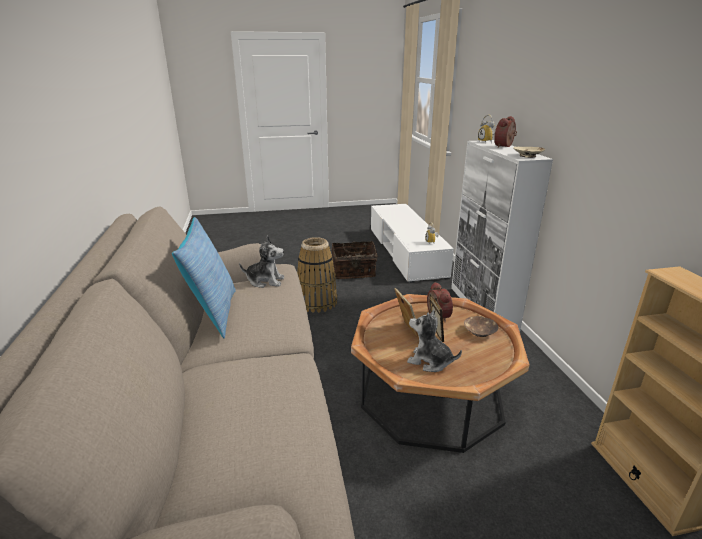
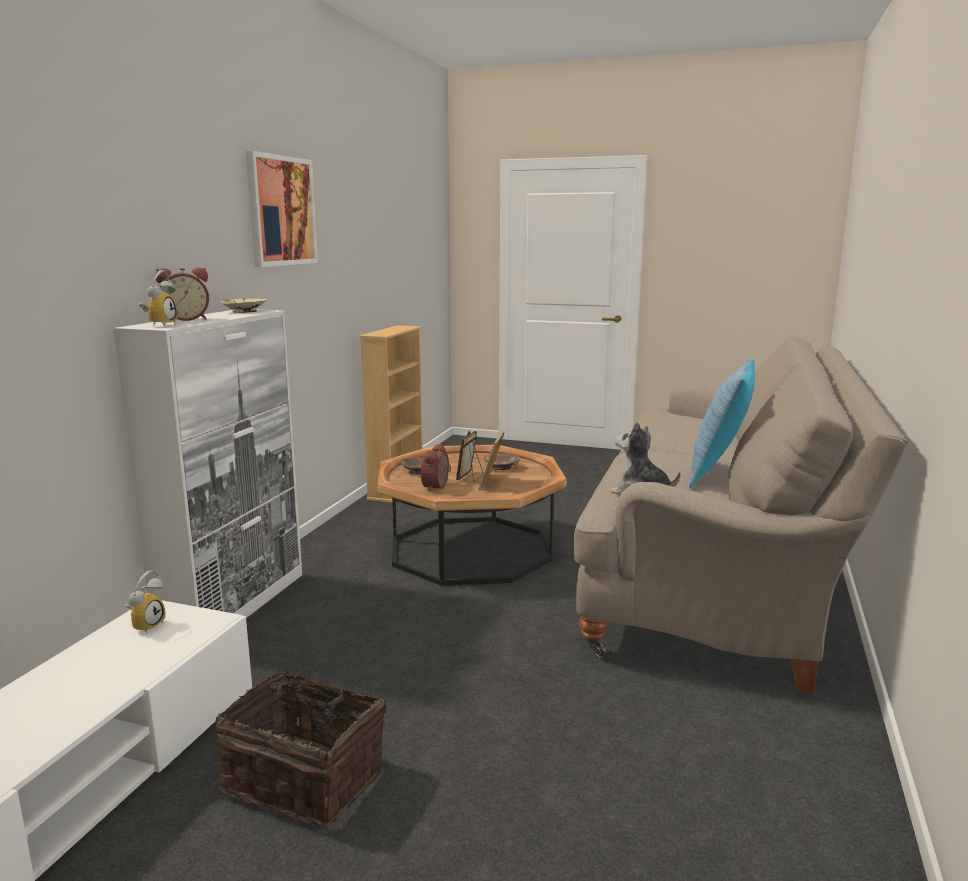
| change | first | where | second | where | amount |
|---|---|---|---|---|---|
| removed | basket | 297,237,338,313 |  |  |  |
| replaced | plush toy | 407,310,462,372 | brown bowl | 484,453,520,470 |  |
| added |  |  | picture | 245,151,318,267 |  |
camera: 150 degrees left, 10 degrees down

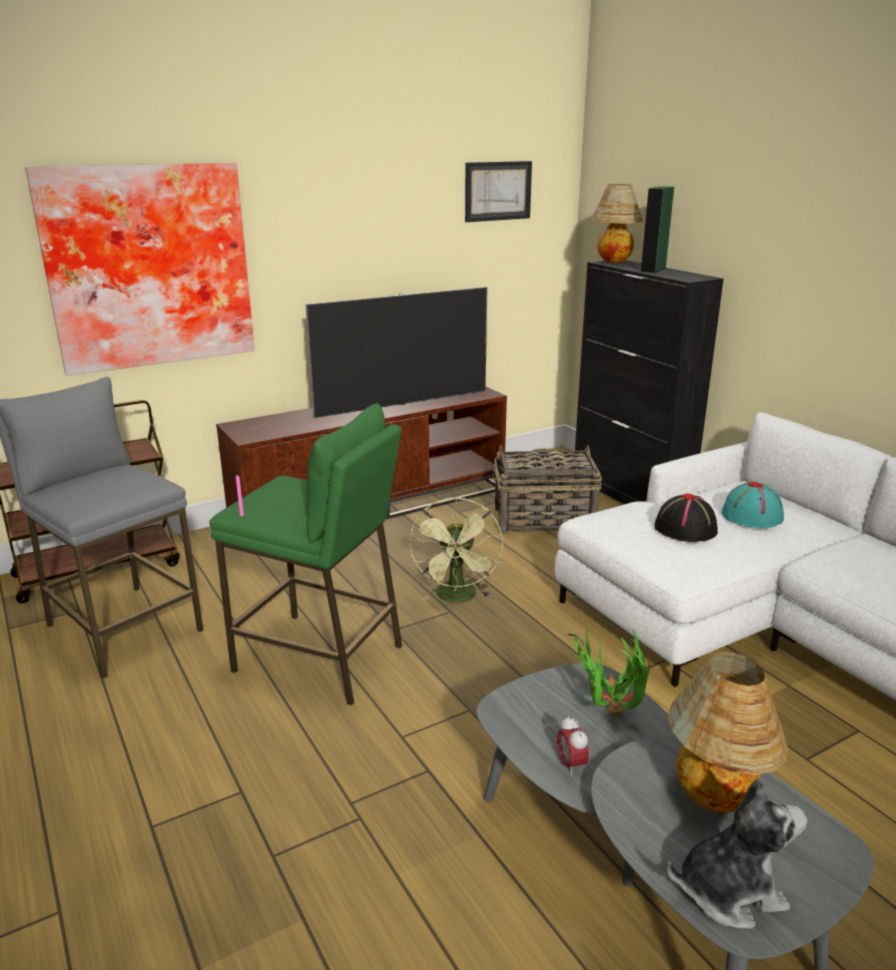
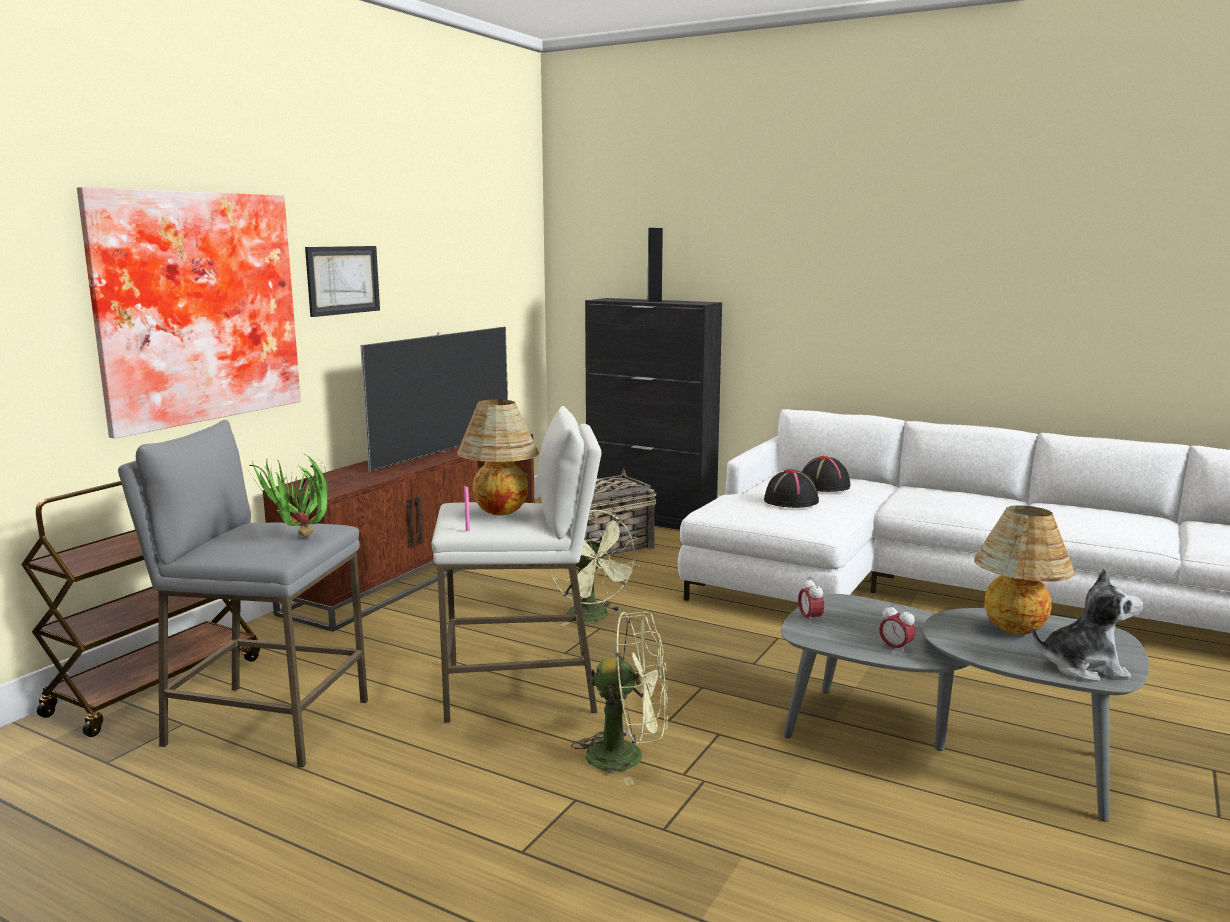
| change | first | where | second | where | amount |
|---|---|---|---|---|---|
| moved | picture | 465,161,532,222 |  | 305,246,380,317 |  |
| moved | table lamp | 591,184,643,264 |  | 457,399,539,516 |  |
| recoloured | green stool | 209,403,402,705 | white stool | 432,406,602,723 |  |
| recoloured | turquoise hat | 721,482,784,528 | black hat | 802,456,851,492 |  |
| moved | potted plant | 566,627,650,717 |  | 248,455,328,537 |  |
| turned | plush toy | 667,778,807,929 |  | 1031,569,1143,682 | 45 degrees clockwise |
| added |  |  | alarm clock | 798,577,824,624 |  |
| added |  |  | green fan | 571,612,669,786 |  |
camera: 30 degrees left, 10 degrees down

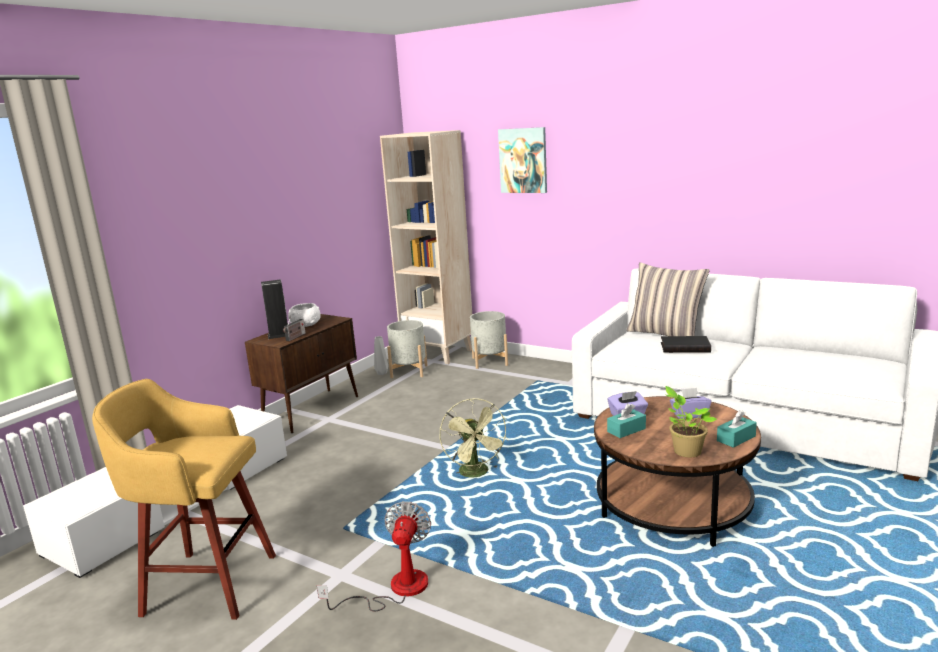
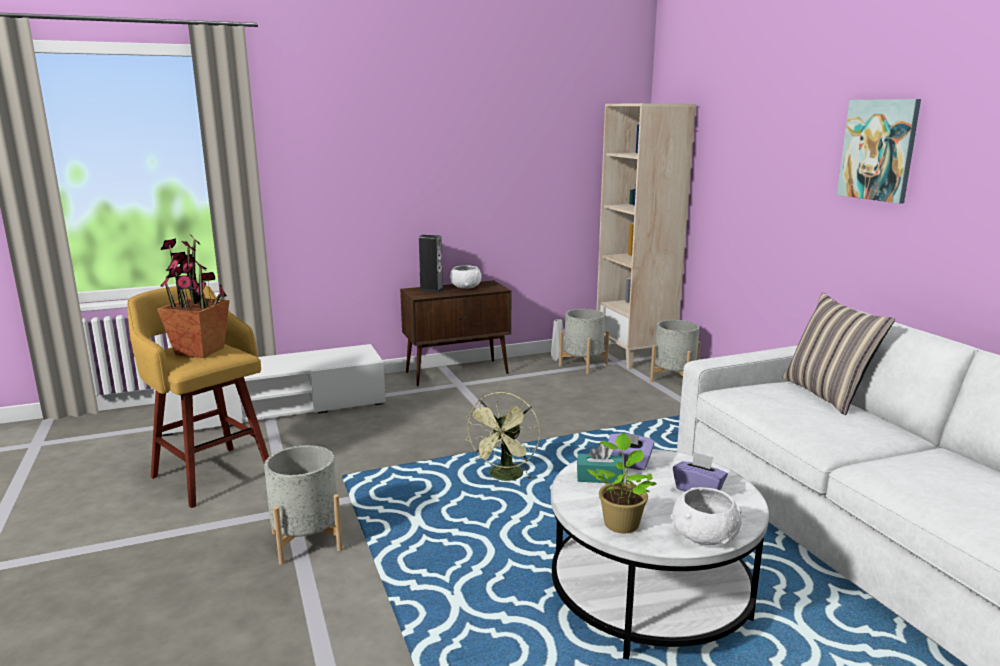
| change | first | where | second | where | amount |
|---|---|---|---|---|---|
| moved | picture | 498,127,547,193 |  | 837,99,921,204 |  |
| removed | radio | 283,316,306,341 |  |  |  |
| removed | black book | 661,336,711,353 |  |  |  |
| recoloured | brown coffee table | 594,396,761,547 | white coffee table | 551,449,769,659 |  |
| replaced | turquoise tissue box | 717,410,757,448 | white bowl | 671,487,742,545 |  |
| replaced | fan | 317,501,431,612 | grey planter | 264,445,343,565 |  |
| added |  |  | potted plant | 157,234,230,358 |  |
camera: 35 degrees right, 0 degrees up

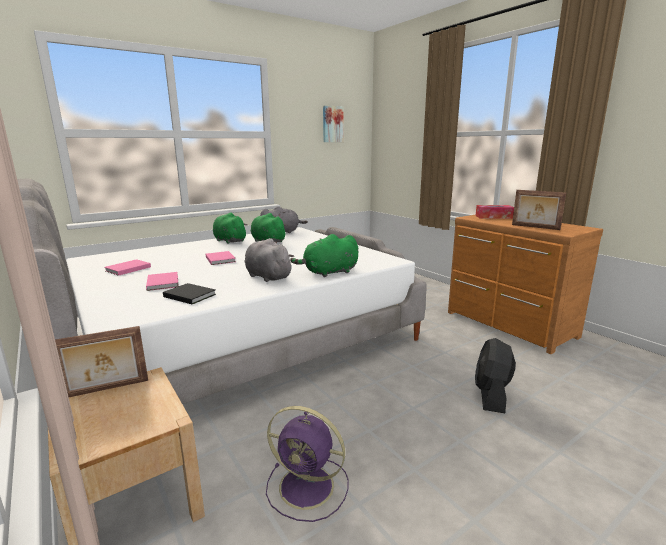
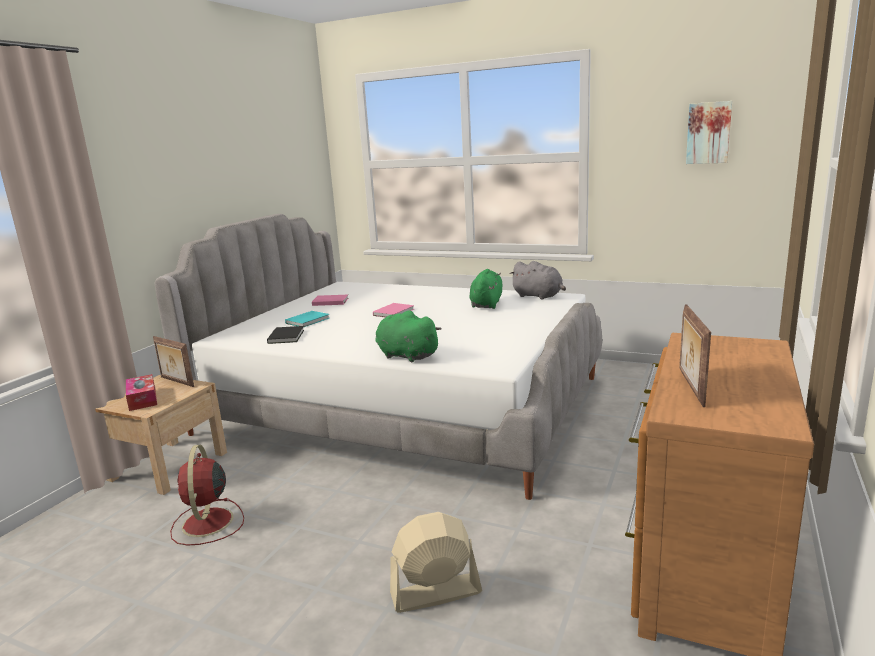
| change | first | where | second | where | amount |
|---|---|---|---|---|---|
| moved | tissue box | 475,205,514,219 |  | 126,374,157,411 |  |
| removed | green plush toy | 213,213,248,244 |  |  |  |
| removed | grey plush toy | 245,238,294,282 |  |  |  |
| recoloured | pink book | 146,272,178,291 | turquoise book | 285,311,329,327 |  |
| recoloured | black fan | 475,338,516,413 | beige fan | 390,512,482,613 |  |
| recoloured | purple fan | 266,406,349,522 | red fan | 170,445,244,546 |  |
camera: 60 degrees right, 0 degrees up

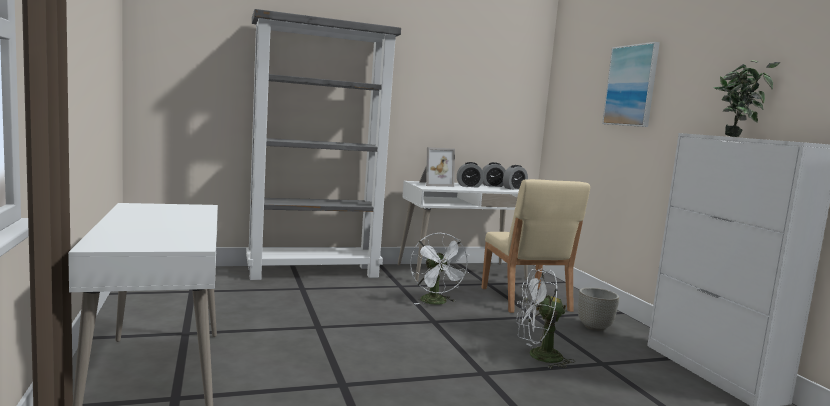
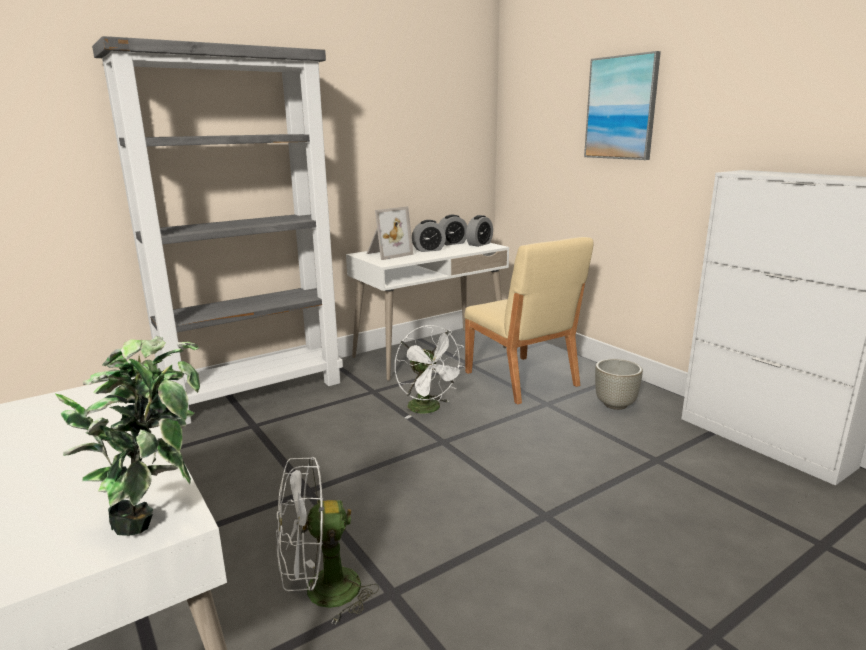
| change | first | where | second | where | amount |
|---|---|---|---|---|---|
| moved | potted plant | 713,60,780,137 |  | 55,336,200,536 |  |
| moved | white fan | 516,269,575,369 |  | 276,457,379,625 |  |
camera: 15 degrees left, 10 degrees up

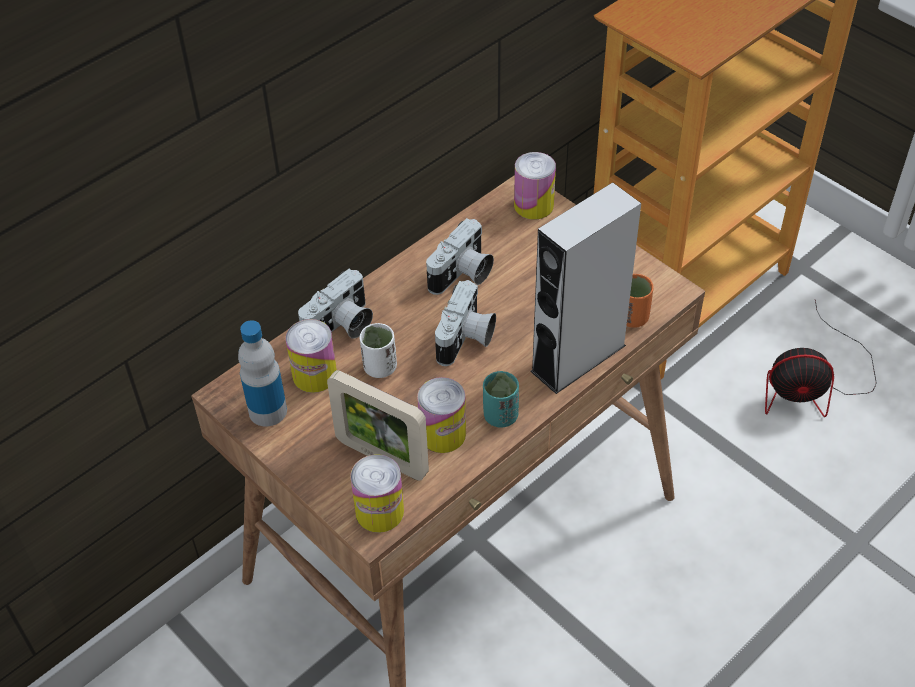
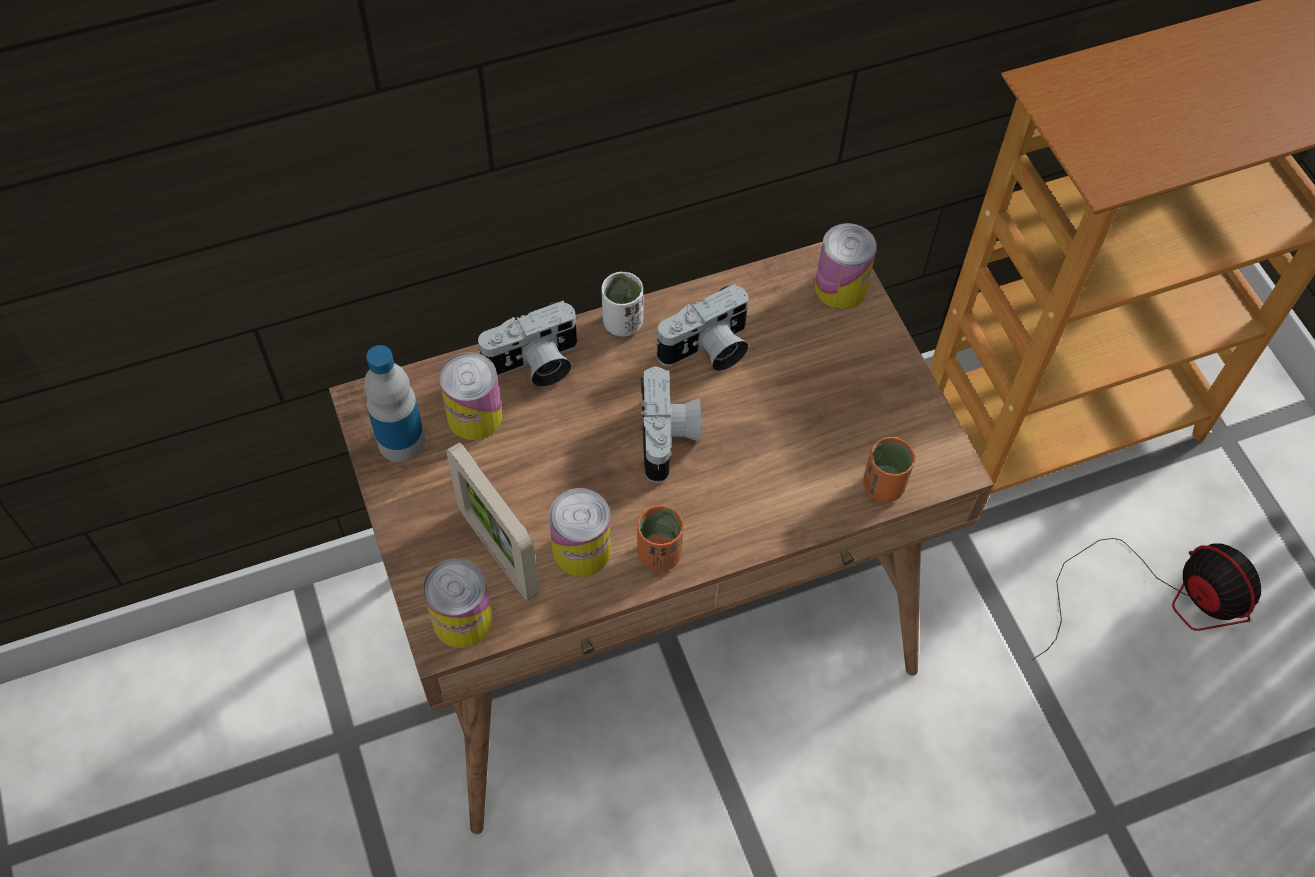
| change | first | where | second | where | amount |
|---|---|---|---|---|---|
| removed | grey speaker | 530,182,641,394 |  |  |  |
| turned | photo camera | 435,280,496,366 |  | 641,366,701,483 | 45 degrees counterclockwise |
| turned | fan | 765,299,877,417 |  | 1032,538,1261,660 | 150 degrees counterclockwise |
| moved | white cup | 360,323,397,378 |  | 601,272,643,337 |  |
| recoloured | turquoise cup | 483,371,519,427 | orange cup | 637,505,684,572 |  |
camera: 20 degrees right, 10 degrees up

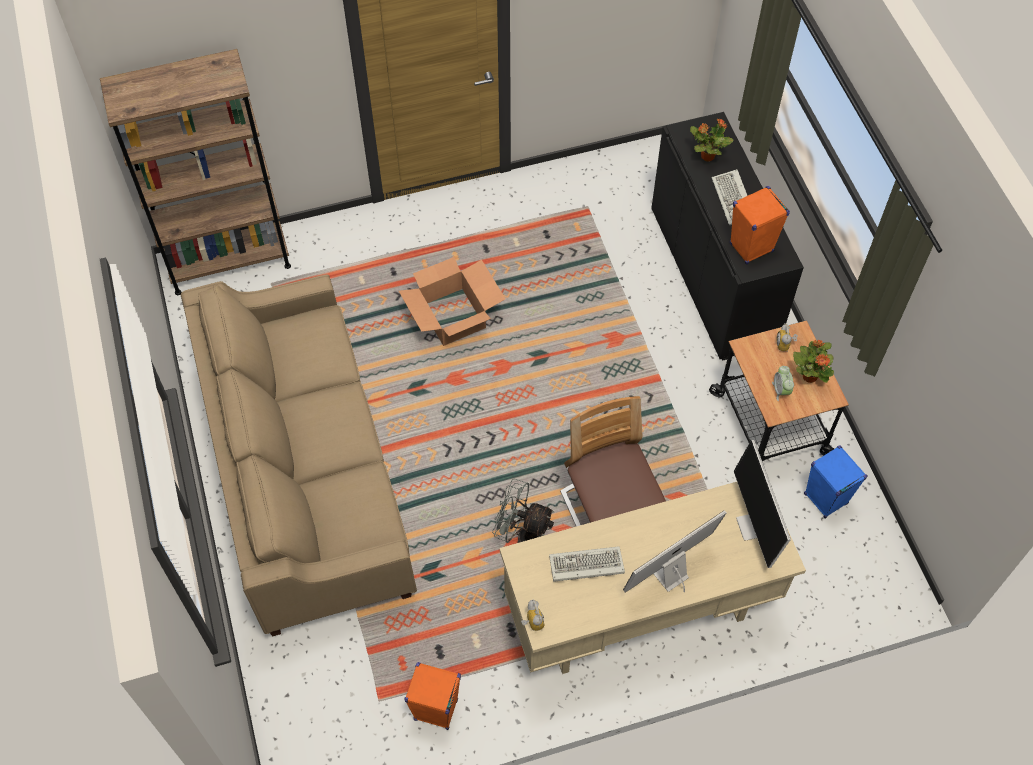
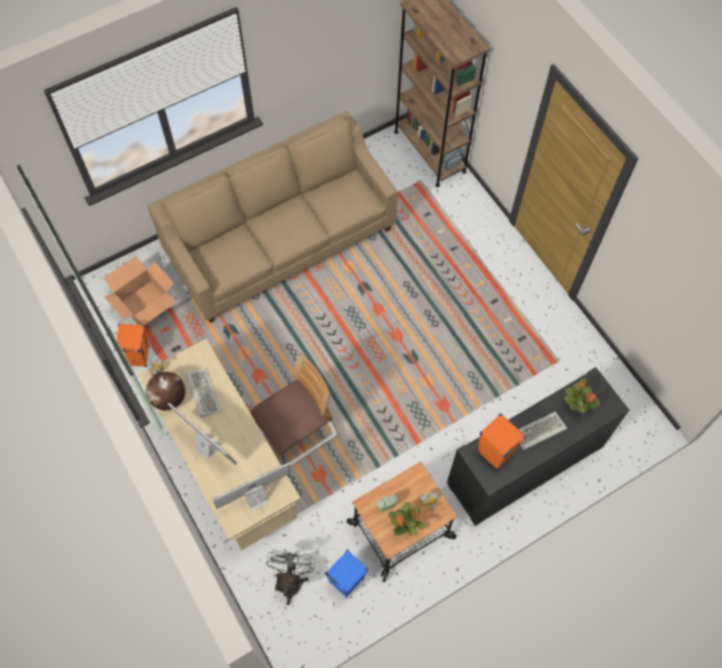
| change | first | where | second | where | amount |
|---|---|---|---|---|---|
| moved | cardboard box | 399,257,506,346 |  | 103,256,176,325 |  |
| moved | grey fan | 492,479,554,543 |  | 266,549,315,605 |  |
| added |  |  | globe | 146,372,185,411 |  |
camera: 75 degrees right, 5 degrees up

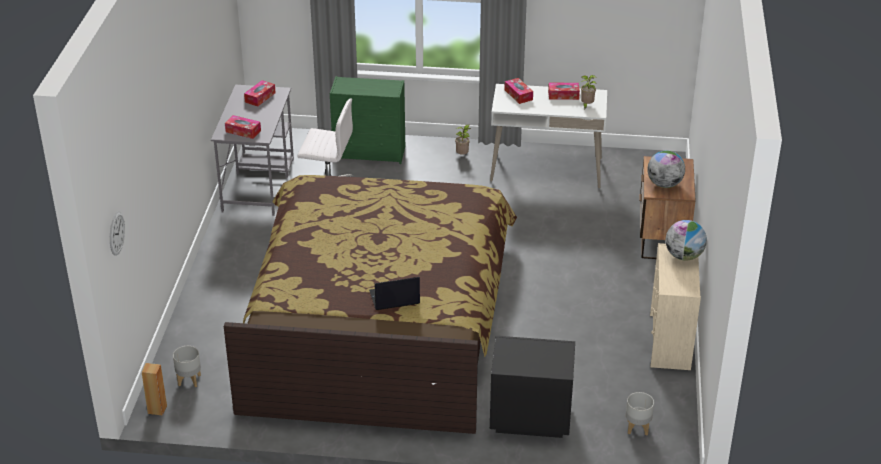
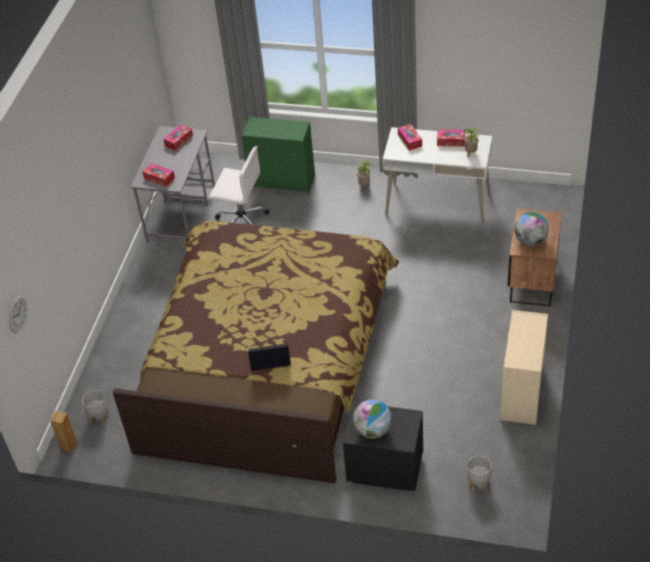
| change | first | where | second | where | amount |
|---|---|---|---|---|---|
| moved | globe | 666,220,707,261 |  | 353,399,392,438 |  |
camera: 10 degrees right, 10 degrees up

